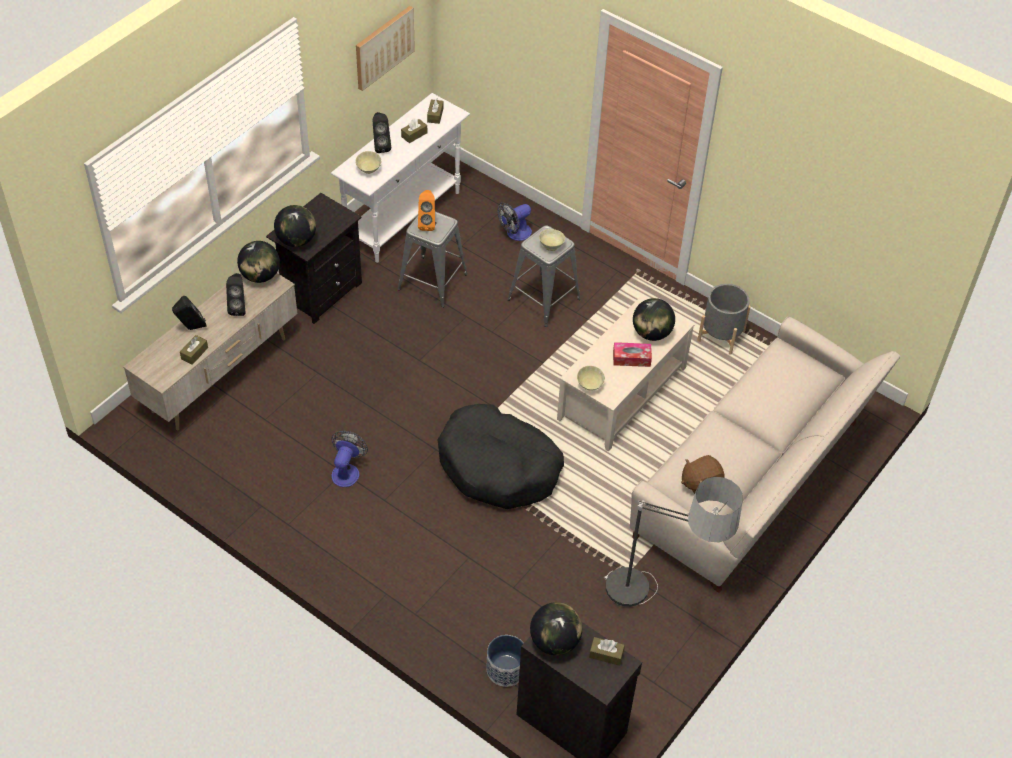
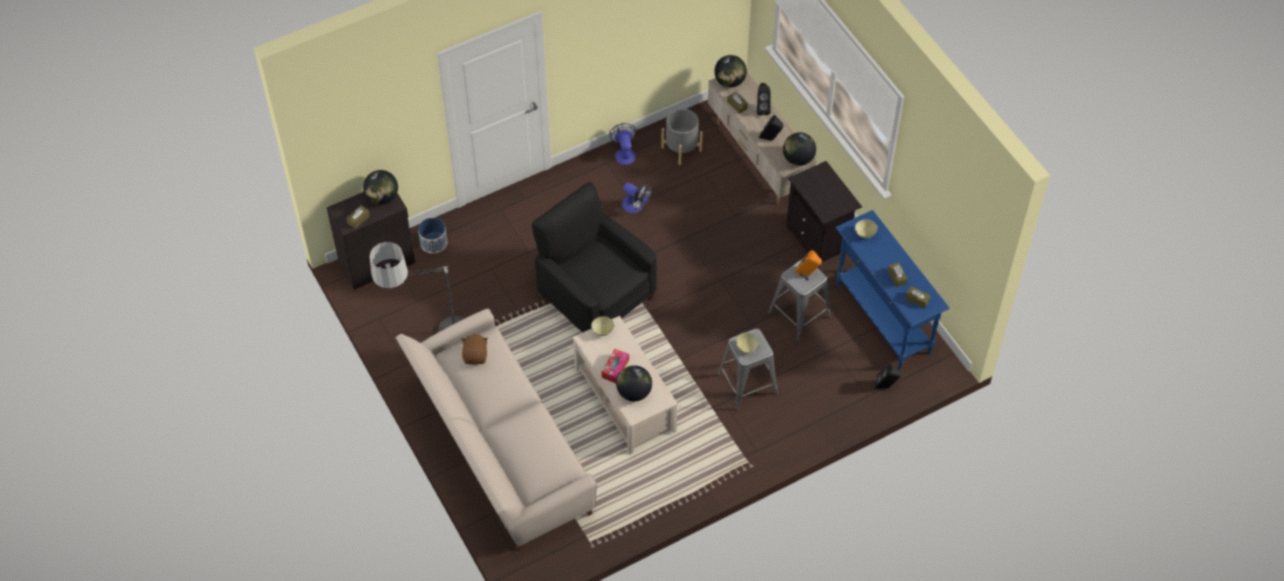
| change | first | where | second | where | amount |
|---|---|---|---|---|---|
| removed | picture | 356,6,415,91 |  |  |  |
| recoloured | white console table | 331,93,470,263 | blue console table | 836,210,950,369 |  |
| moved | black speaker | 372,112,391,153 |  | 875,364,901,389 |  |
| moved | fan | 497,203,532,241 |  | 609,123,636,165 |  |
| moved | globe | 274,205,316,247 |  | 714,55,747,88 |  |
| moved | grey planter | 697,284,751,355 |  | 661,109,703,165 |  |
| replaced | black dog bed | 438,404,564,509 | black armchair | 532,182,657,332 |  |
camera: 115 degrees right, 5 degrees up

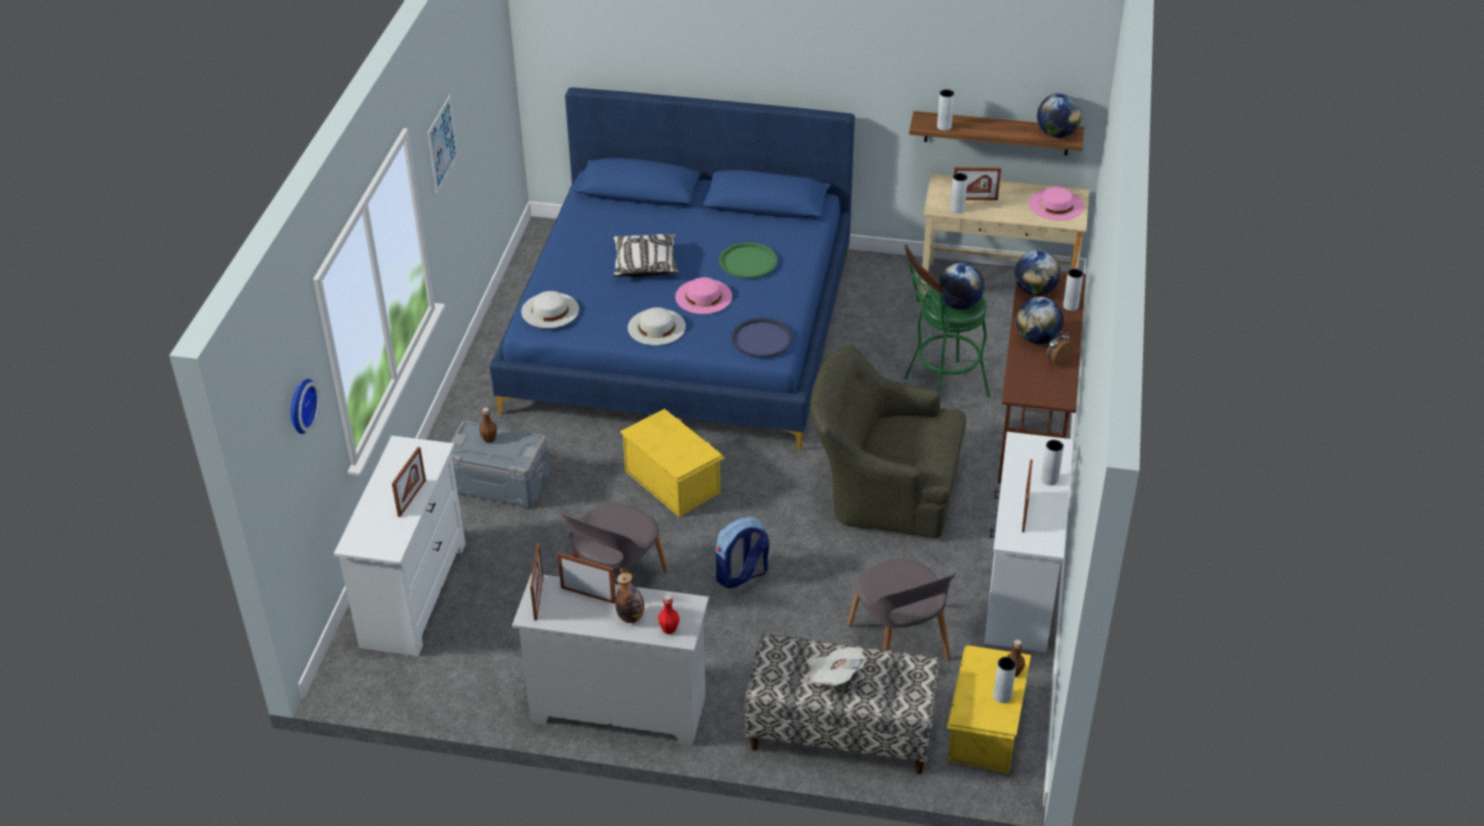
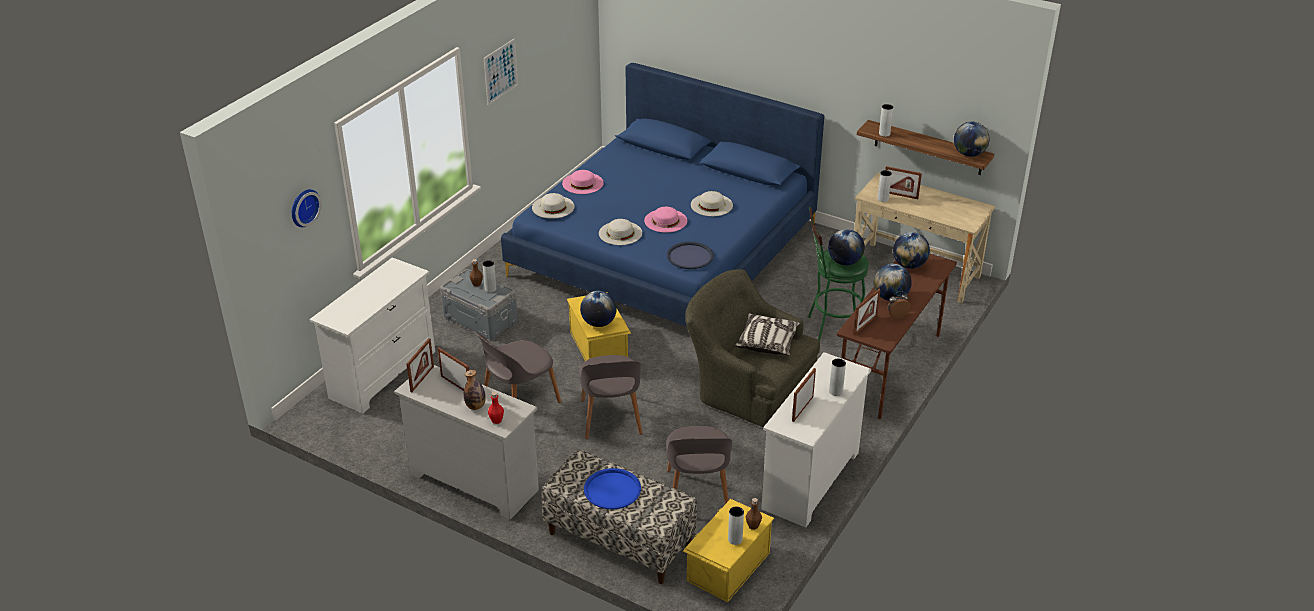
| change | first | where | second | where | amount |
|---|---|---|---|---|---|
| moved | pink hat | 1029,187,1084,221 |  | 562,170,604,194 |  |
| moved | pillow | 613,234,679,277 |  | 735,313,800,355 |  |
| replaced | green tray | 719,242,778,279 | white hat | 691,191,733,216 |  |
| moved | grey vase | 1063,269,1083,311 |  | 483,260,496,292 |  |
| moved | picture frame | 392,447,426,517 |  | 853,289,880,335 |  |
| replaced | backpack | 716,517,769,589 | grey chair | 579,355,642,439 |  |
| replaced | newspaper | 808,647,865,686 | blue tray | 584,468,641,509 |  |
| added |  |  | globe | 580,291,617,327 |  |
camera: 20 degrees right, 5 degrees down

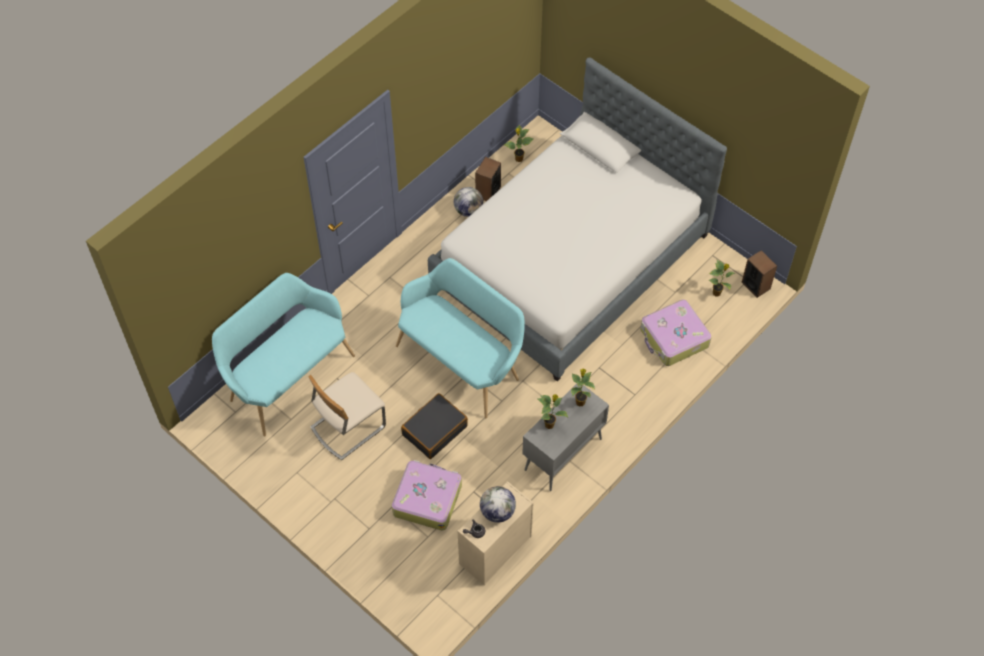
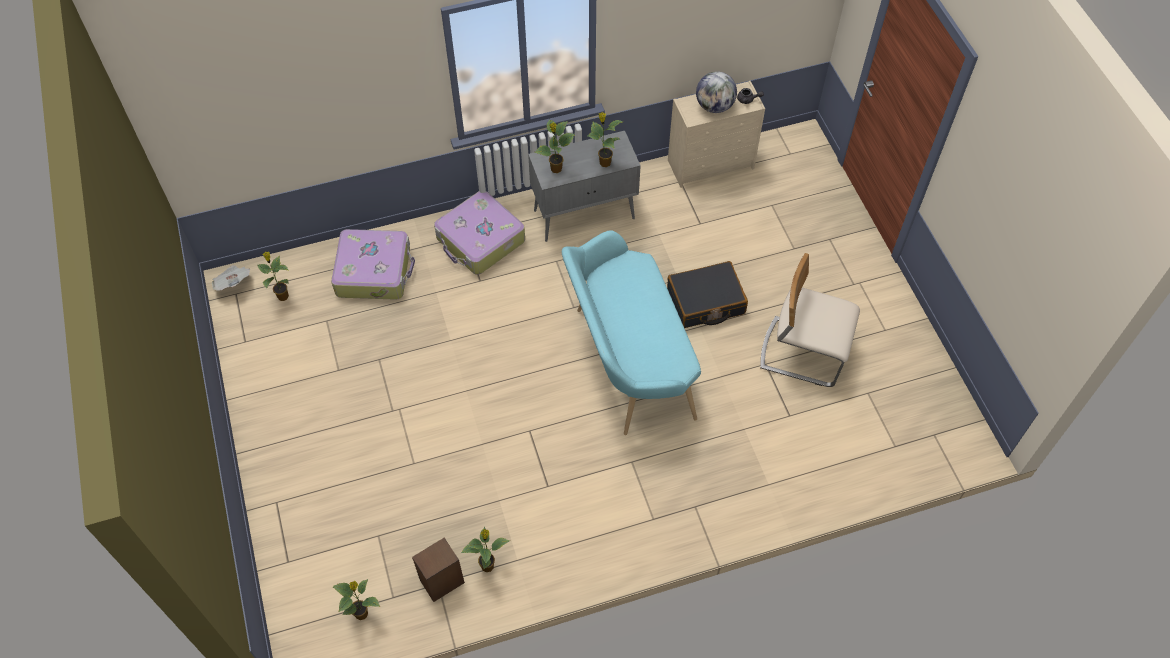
| change | first | where | second | where | amount |
|---|---|---|---|---|---|
| removed | bed | 428,57,727,381 |  |  |  |
| replaced | globe | 454,187,483,217 | potted plant | 461,527,510,572 |  |
| replaced | speaker | 742,250,777,298 | newspaper | 212,265,250,291 |  |
| removed | turquoise bench | 212,273,355,437 |  |  |  |
| turned | beige chair | 308,372,386,460 |  | 760,253,860,387 | 150 degrees counterclockwise |
| moved | suitcase | 392,460,462,531 |  | 434,191,525,275 |  |
camera: 150 degrees left, 0 degrees up

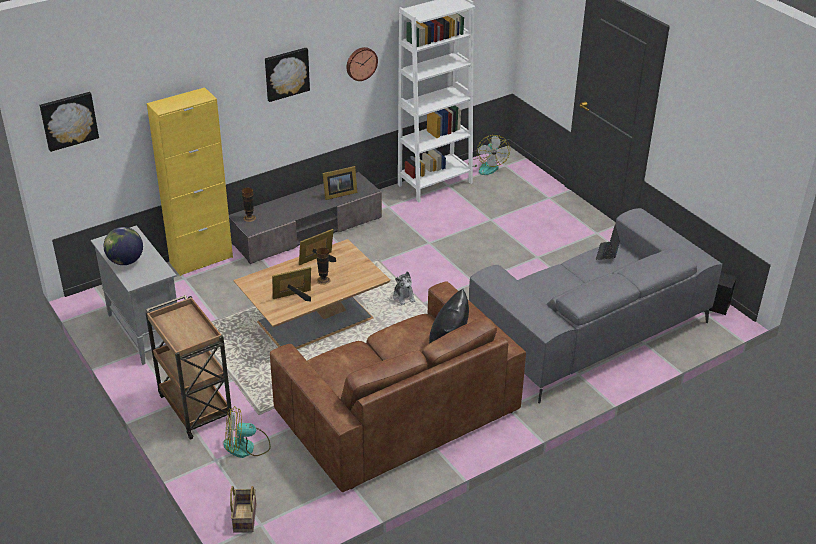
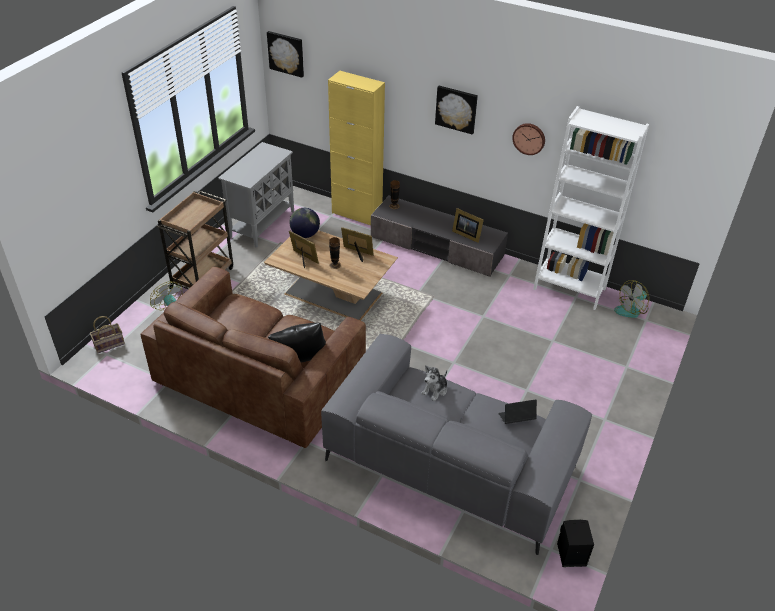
| change | first | where | second | where | amount |
|---|---|---|---|---|---|
| moved | globe | 104,227,143,265 |  | 289,208,320,238 |  |
| moved | plush toy | 393,271,415,305 |  | 421,365,447,401 |  |
camera: 60 degrees right, 5 degrees up

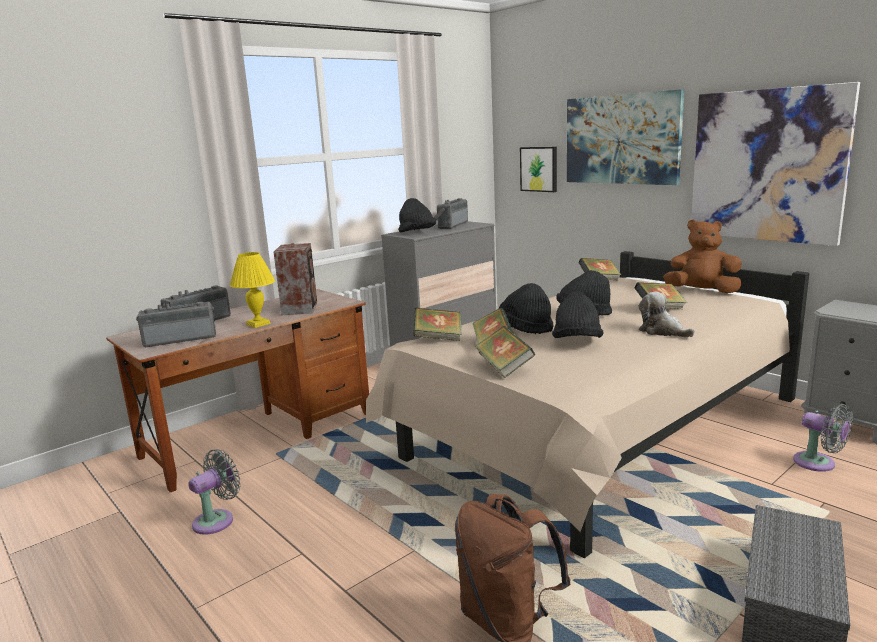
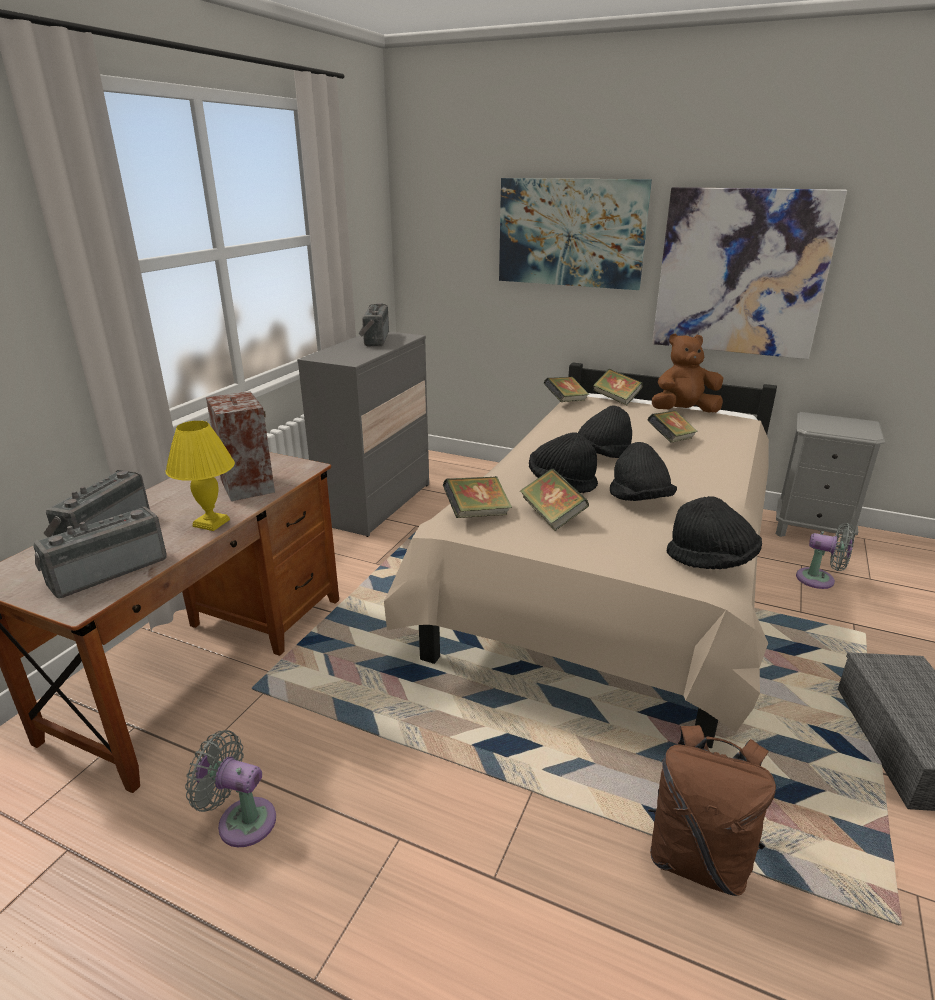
| change | first | where | second | where | amount |
|---|---|---|---|---|---|
| removed | picture | 520,147,557,192 |  |  |  |
| moved | black hat | 398,198,437,232 |  | 667,496,762,569 |  |
| removed | plush toy | 639,291,695,337 |  |  |  |
| moved | book | 475,326,535,378 |  | 593,369,643,406 |  |
| turned | grey fan | 188,449,241,535 |  | 185,730,276,847 | 90 degrees counterclockwise |
camera: 25 degrees left, 10 degrees up

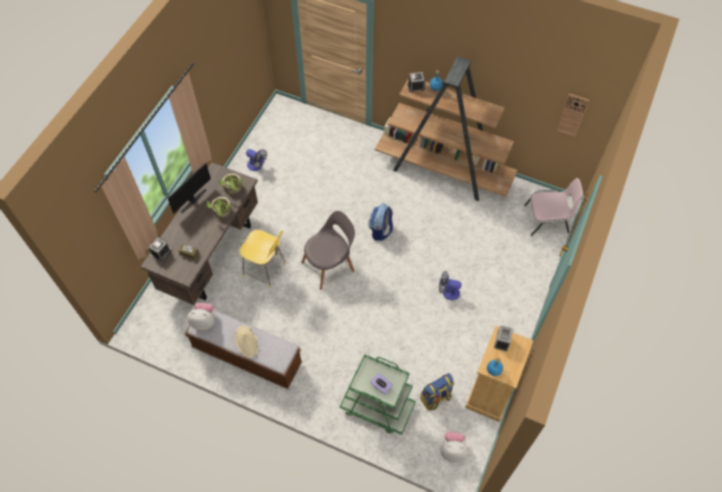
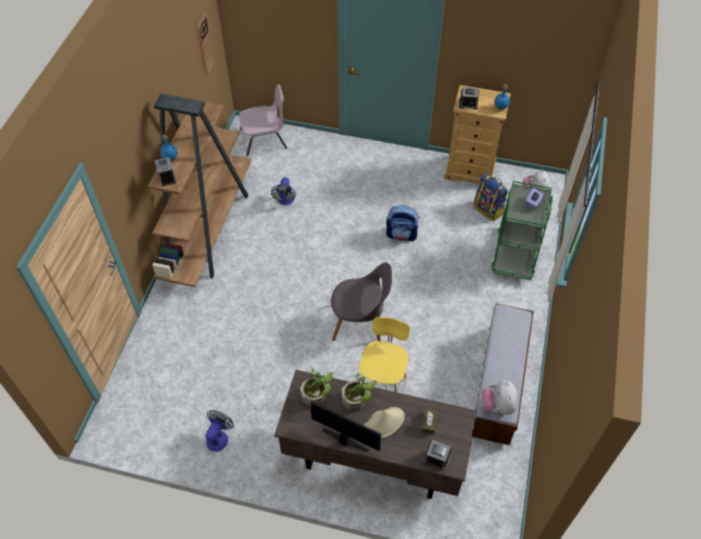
| change | first | where | second | where | amount |
|---|---|---|---|---|---|
| turned | pink chair | 524,178,583,236 |  | 239,84,287,157 | 90 degrees clockwise |
| moved | backpack | 368,203,393,241 |  | 386,205,420,241 |  |
| turned | grey chair | 301,211,355,290 |  | 331,262,392,341 | 135 degrees clockwise |
| moved | fan | 439,271,461,300 |  | 271,177,296,205 |  |
| moved | beige hat | 235,326,258,358 |  | 364,407,405,439 |  |
camera: 100 degrees left, 5 degrees down

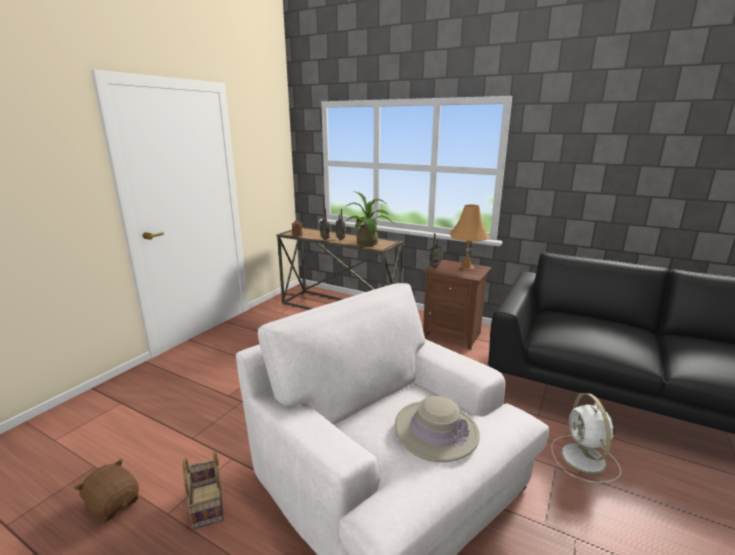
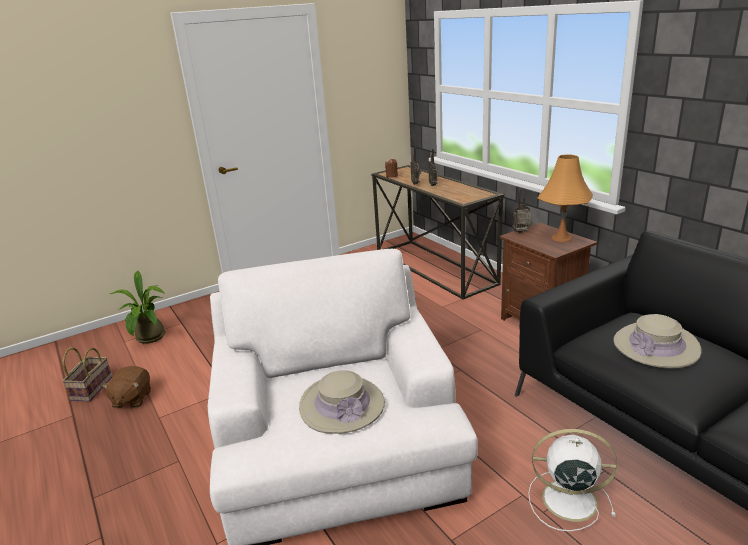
| change | first | where | second | where | amount |
|---|---|---|---|---|---|
| moved | potted plant | 345,191,393,246 |  | 110,270,165,344 |  |
| turned | white fan | 551,393,621,483 |  | 528,429,617,532 | 75 degrees clockwise |
| moved | basket | 183,450,224,529 |  | 62,347,112,402 |  |
| turned | brown plush toy | 74,458,139,523 |  | 102,366,151,408 | 150 degrees counterclockwise |
| added |  |  | beige hat | 613,314,702,368 |  |
camera: 30 degrees right, 5 degrees up

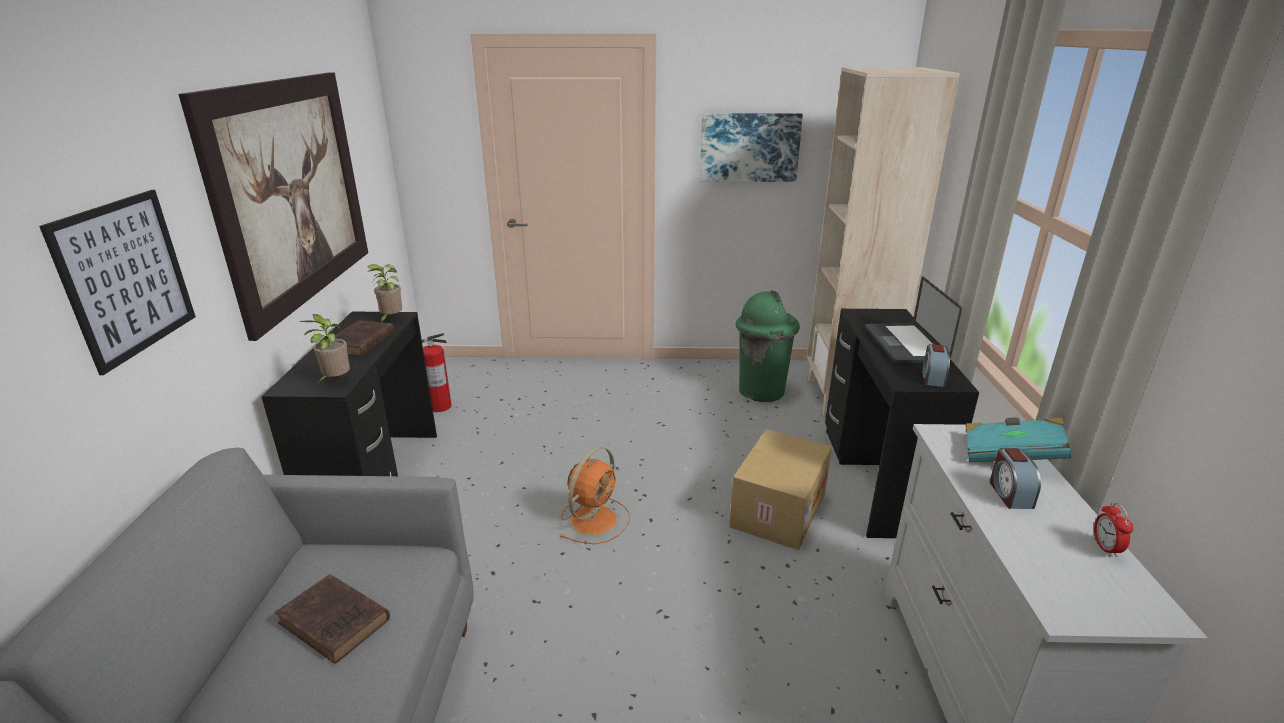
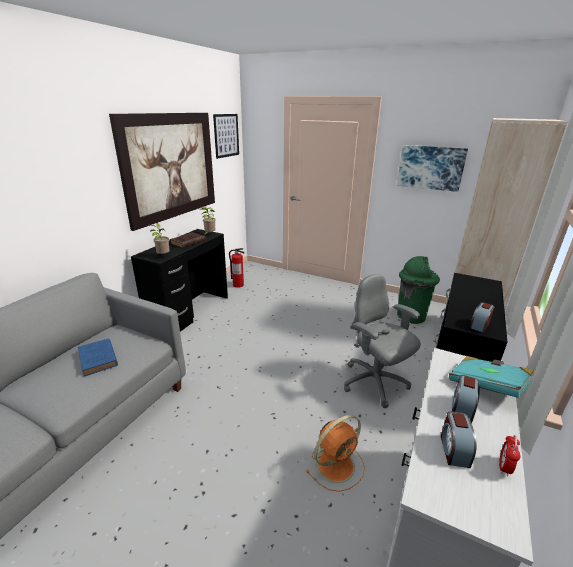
| change | first | where | second | where | amount |
|---|---|---|---|---|---|
| moved | picture | 39,190,196,375 |  | 213,114,239,159 |  |
| removed | laptop | 865,276,962,364 |  |  |  |
| replaced | cardboard box | 729,429,832,550 | grey office chair | 344,274,421,408 |  |
| moved | orange fan | 559,447,630,544 |  | 306,415,365,492 |  |
| recoloured | brown book | 275,574,390,664 | blue book | 78,338,118,376 |  |
| added |  |  | alarm clock | 441,411,476,468 |  |
camera: 25 degrees right, 0 degrees up

